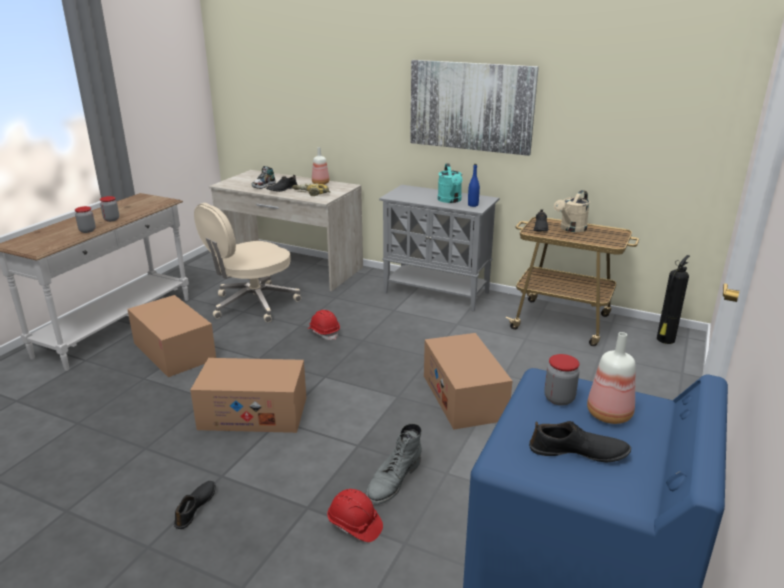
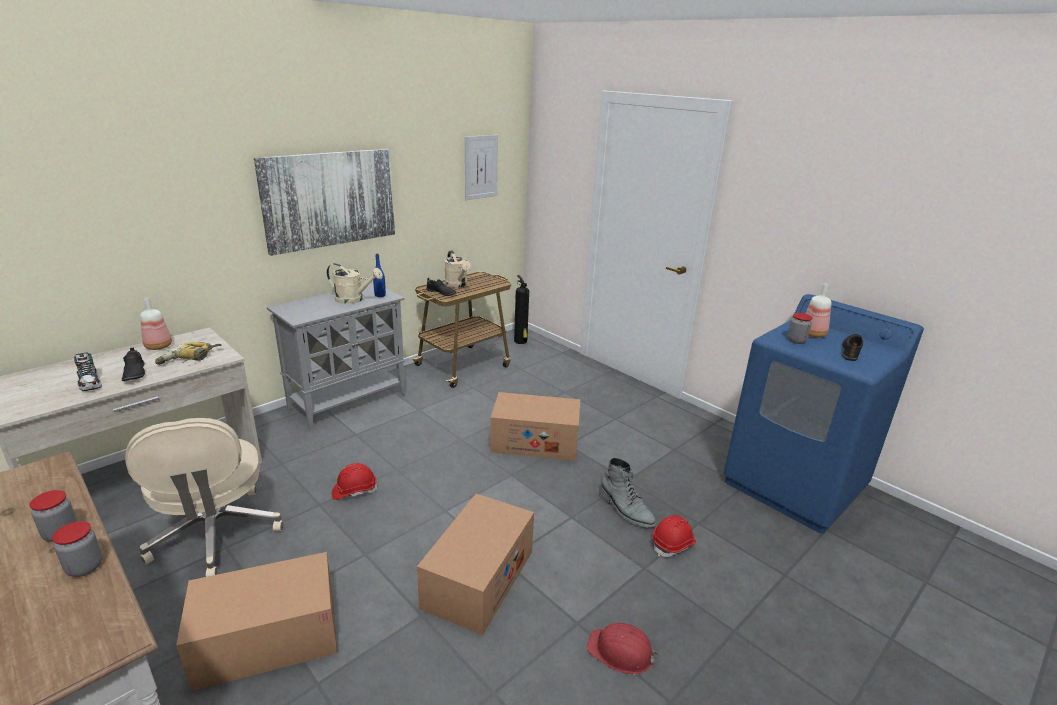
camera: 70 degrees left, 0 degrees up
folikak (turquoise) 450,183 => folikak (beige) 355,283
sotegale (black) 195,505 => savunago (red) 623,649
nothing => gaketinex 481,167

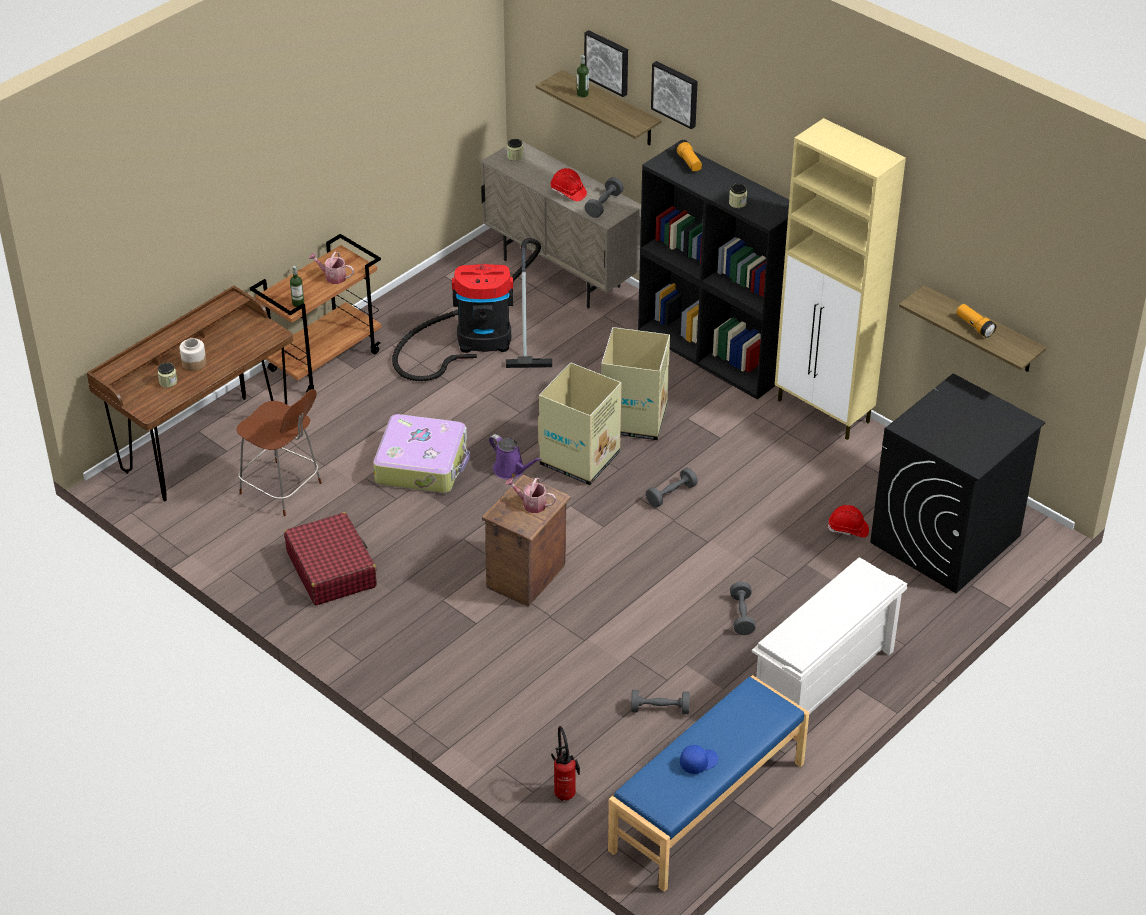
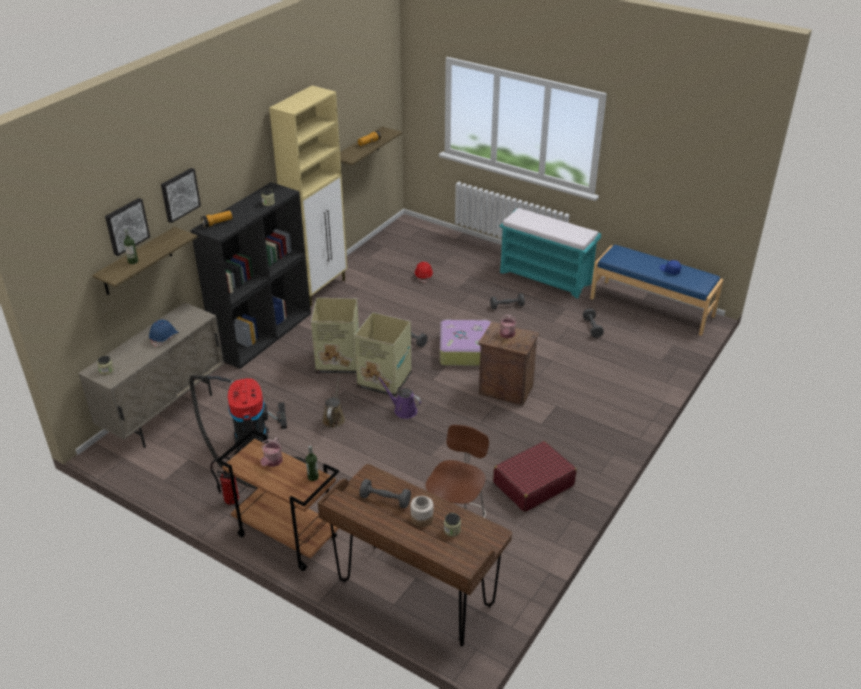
camera: 100 degrees left, 5 degrees down
savunago (red) 568,184 => savunago (blue) 163,333
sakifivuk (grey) 604,197 => sakifivuk (grey) 385,493, shifted
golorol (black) 957,483 => nothing
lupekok 421,453 => lupekok 465,343, shifted
folikak (purple) 515,456 => folikak (purple) 399,398, 90 degrees counterclockwise
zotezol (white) 829,636 => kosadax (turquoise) 550,253
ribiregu 565,763 => ribiregu 224,480, shifted
nothing => folikak (brown) 333,402

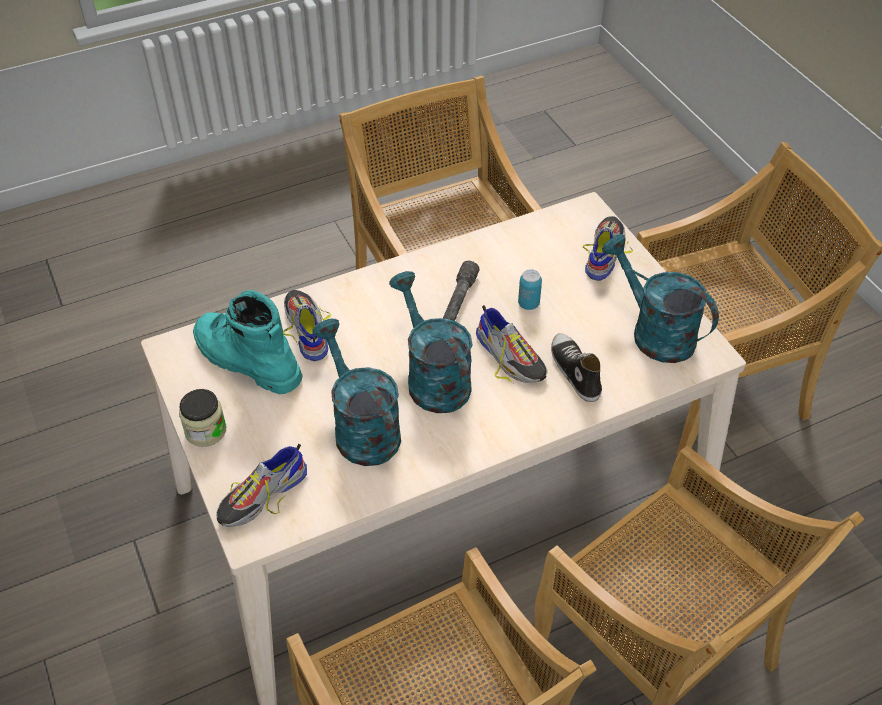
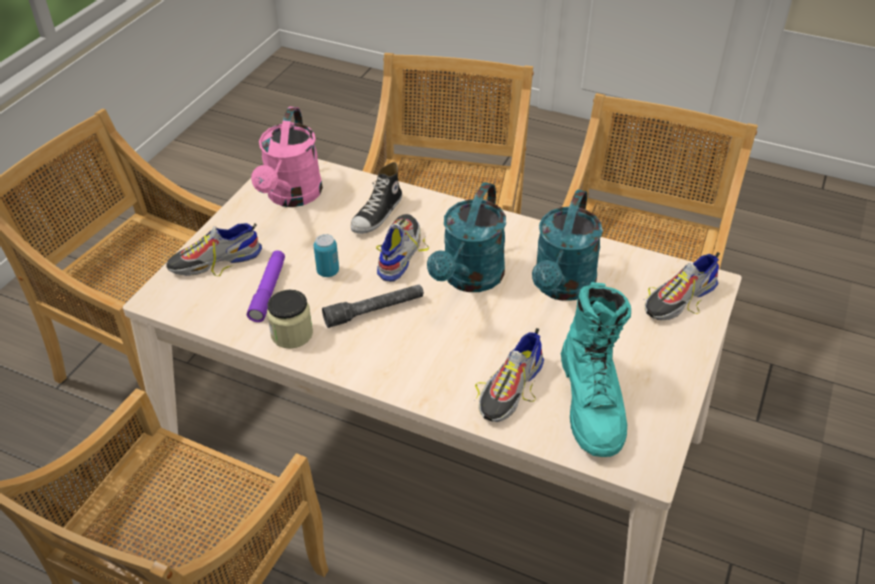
camera: 130 degrees left, 5 degrees down
folikak (turquoise) 660,298 => folikak (pink) 287,157
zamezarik 202,418 => zamezarik 290,319, shifted
sotegale 261,485 => sotegale 682,286, 135 degrees clockwise
nothing => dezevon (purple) 266,286

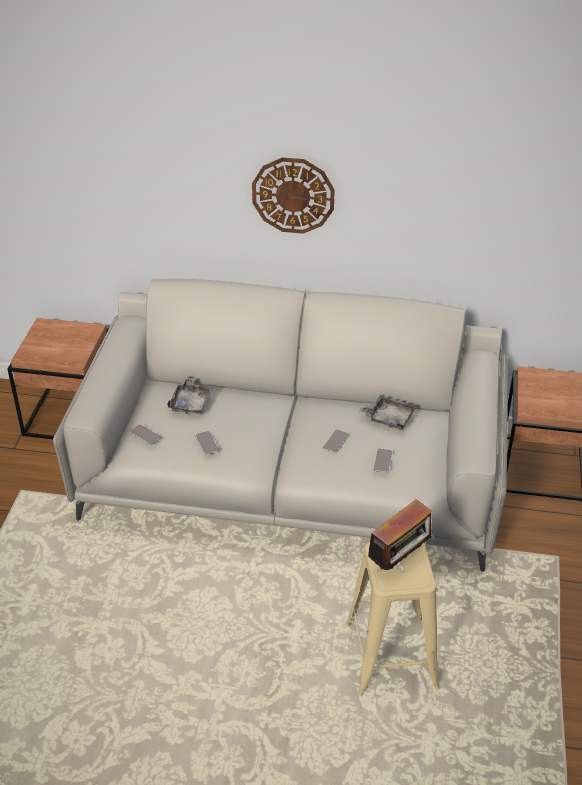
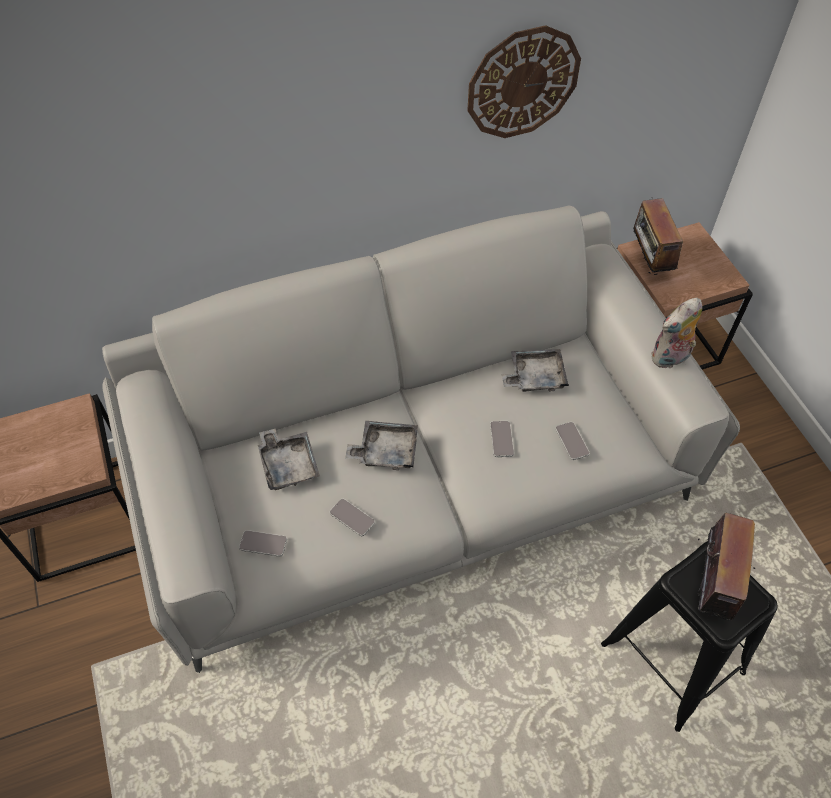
camera: 30 degrees left, 15 degrees up
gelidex 293,195 => gelidex 524,81, shifted
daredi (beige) 392,619 => daredi (black) 689,636
nothing => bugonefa 654,237
nothing => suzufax 676,333
nothing => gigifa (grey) 381,445

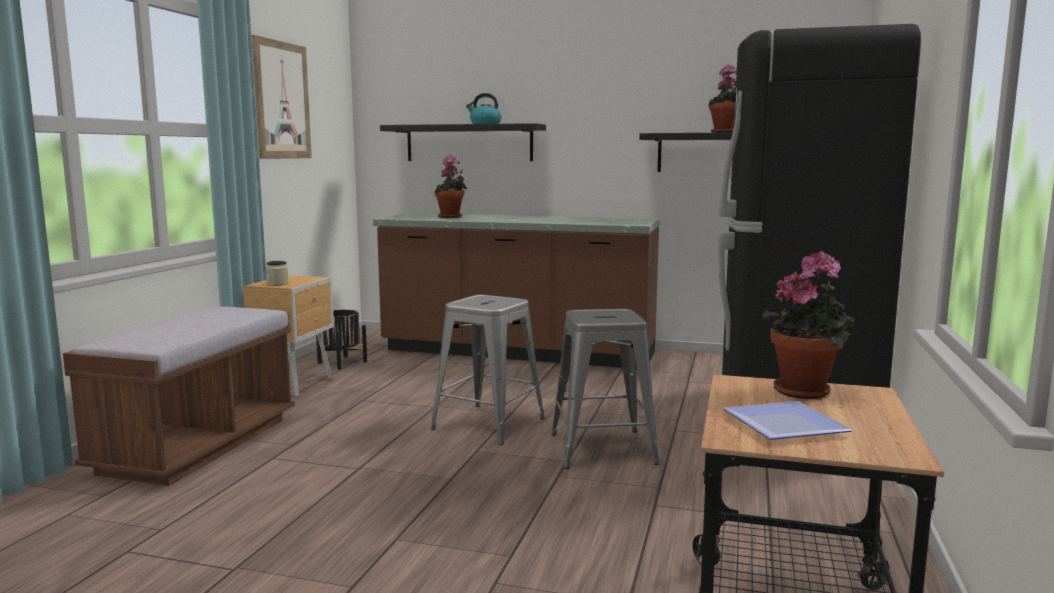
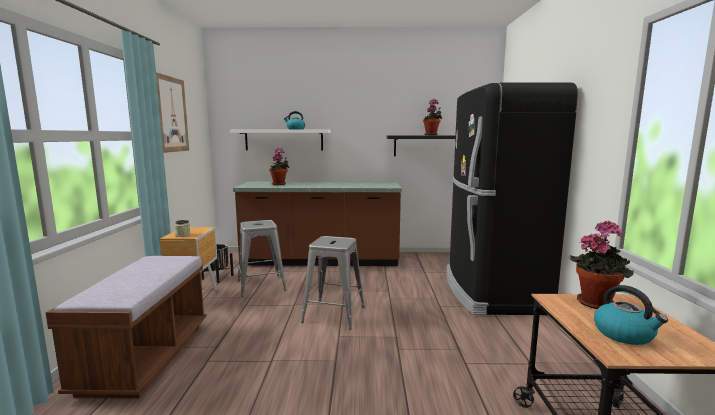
camera: 15 degrees left, 0 degrees up
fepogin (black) 463,142 => fepogin (white) 280,140
daredi (grey) 605,389 => daredi (grey) 262,258, shifted
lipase 788,420 => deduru 631,315

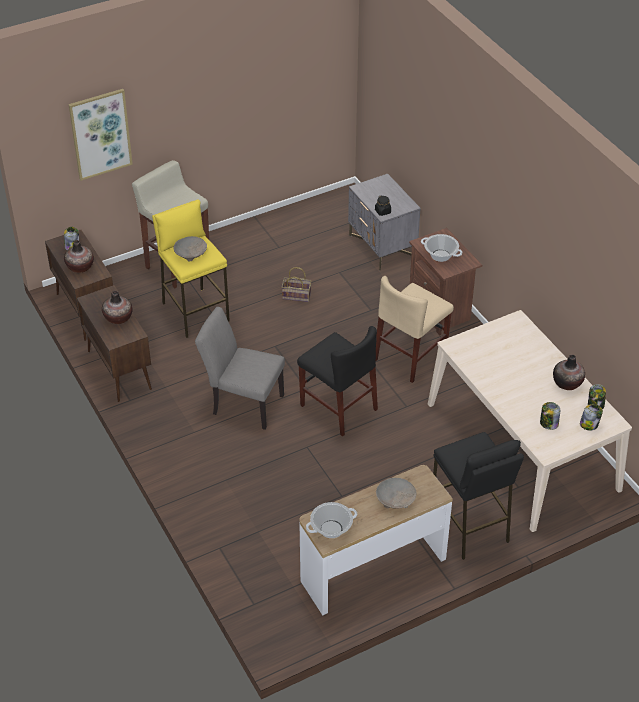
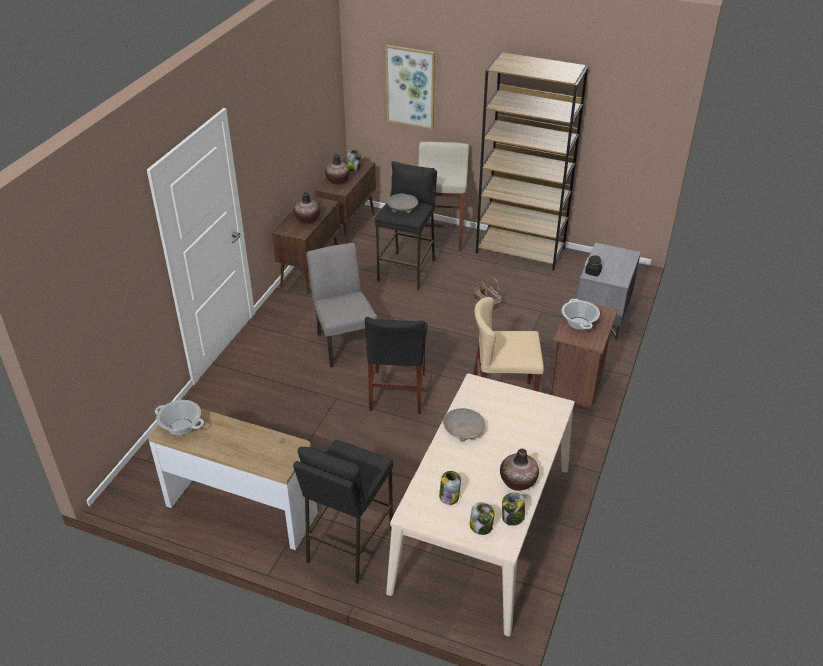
camera: 50 degrees right, 5 degrees down
daredi (yellow) 191,268 => daredi (black) 406,225
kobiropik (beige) 396,493 => kobiropik (beige) 464,425, shifted
nothing => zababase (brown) 532,161

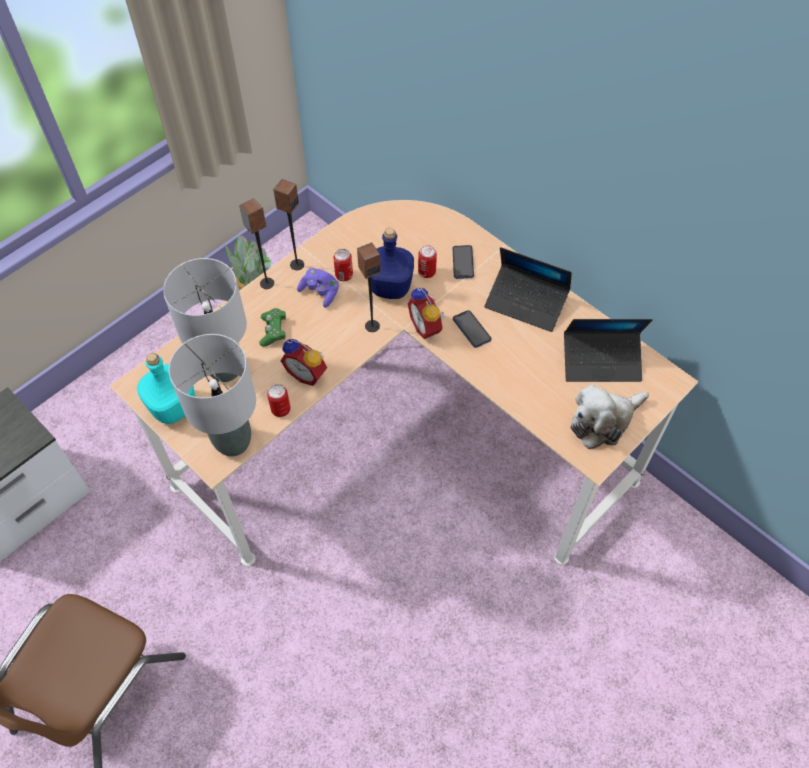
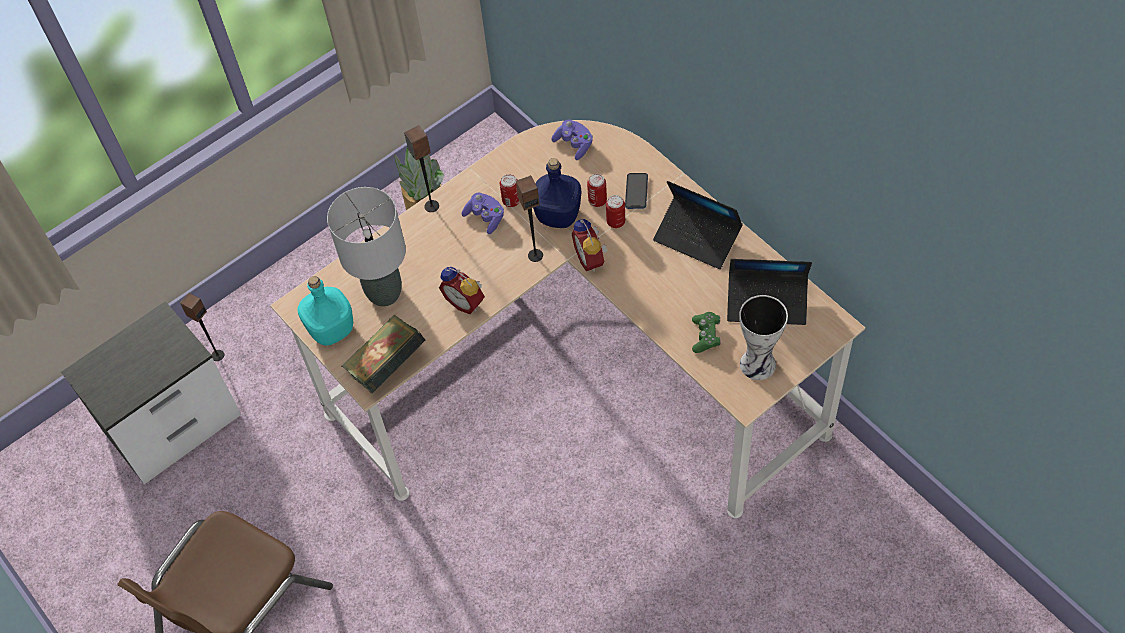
camera: 10 degrees right, 0 degrees up
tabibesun 288,224 => tabibesun 202,327, shifted
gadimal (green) 272,327 => gadimal (green) 706,332, shifted
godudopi 472,329 => nothing
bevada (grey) 212,395 => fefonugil 383,354
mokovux 279,400 => mokovux 615,211, shifted
suzufax 609,416 => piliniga 763,337
nothing => gadimal (purple) 572,139

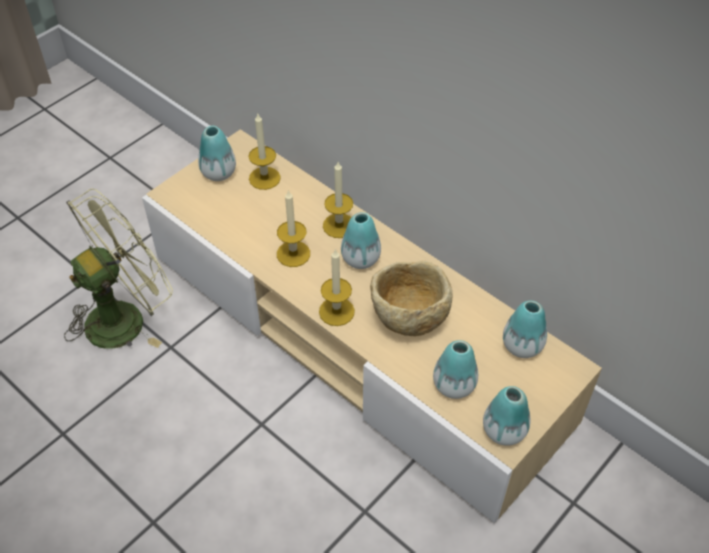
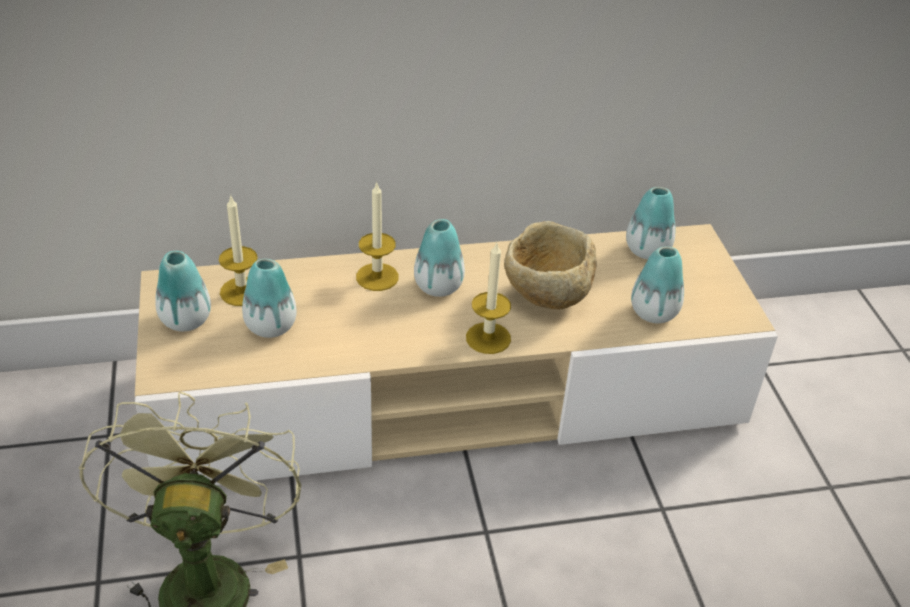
camera: 55 degrees left, 10 degrees down
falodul 293,228 => nothing
piliniga 506,416 => piliniga 269,298, shifted

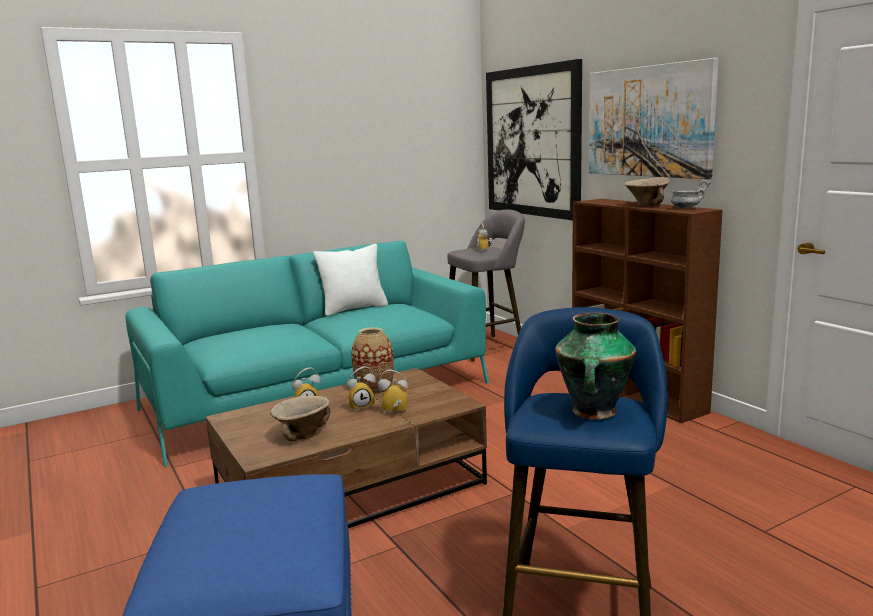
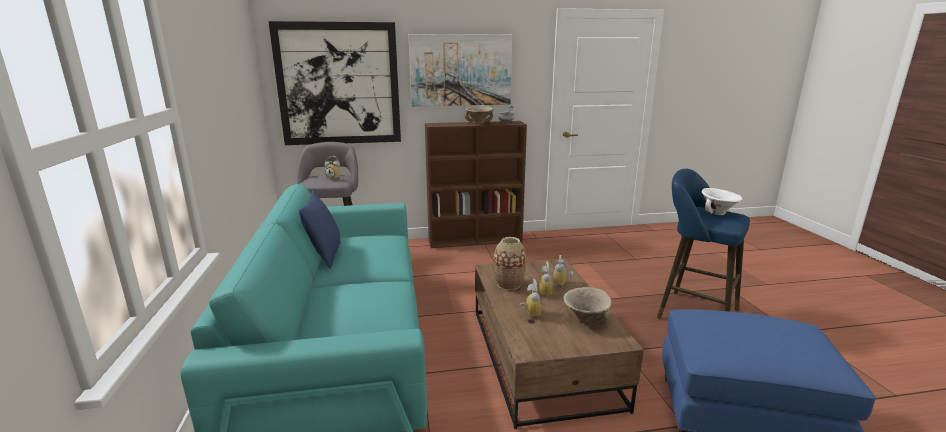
camera: 70 degrees left, 5 degrees up
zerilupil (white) 350,280 => zerilupil (blue) 320,229
piliniga 595,366 => kobiropik (white) 721,201

